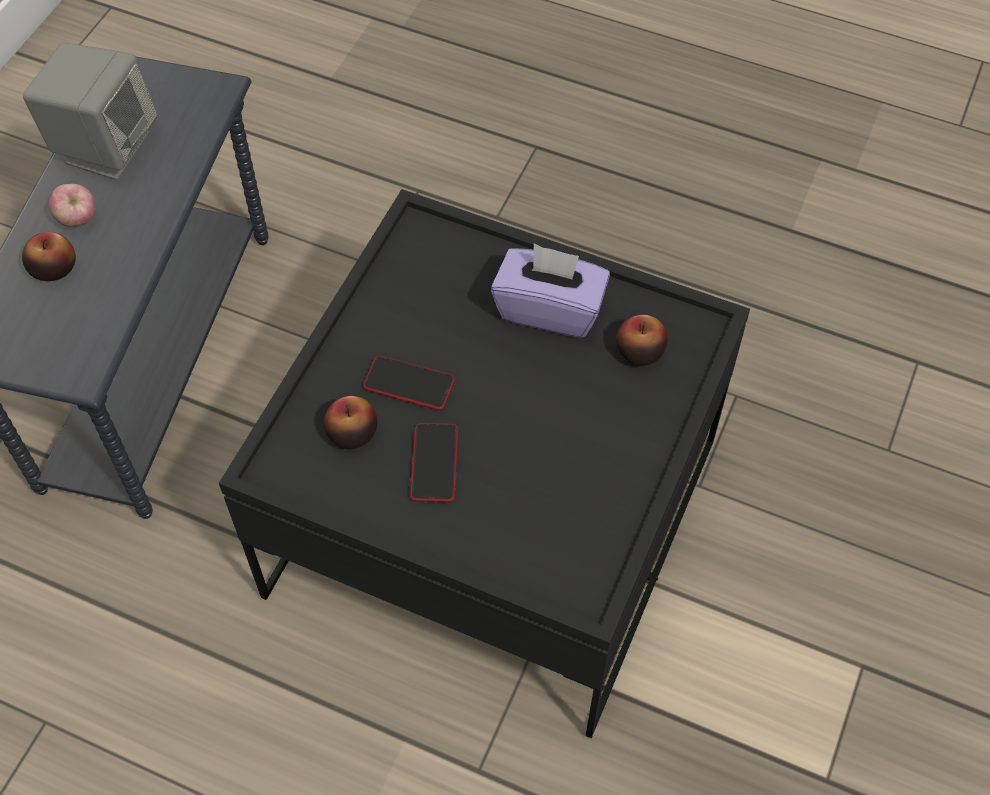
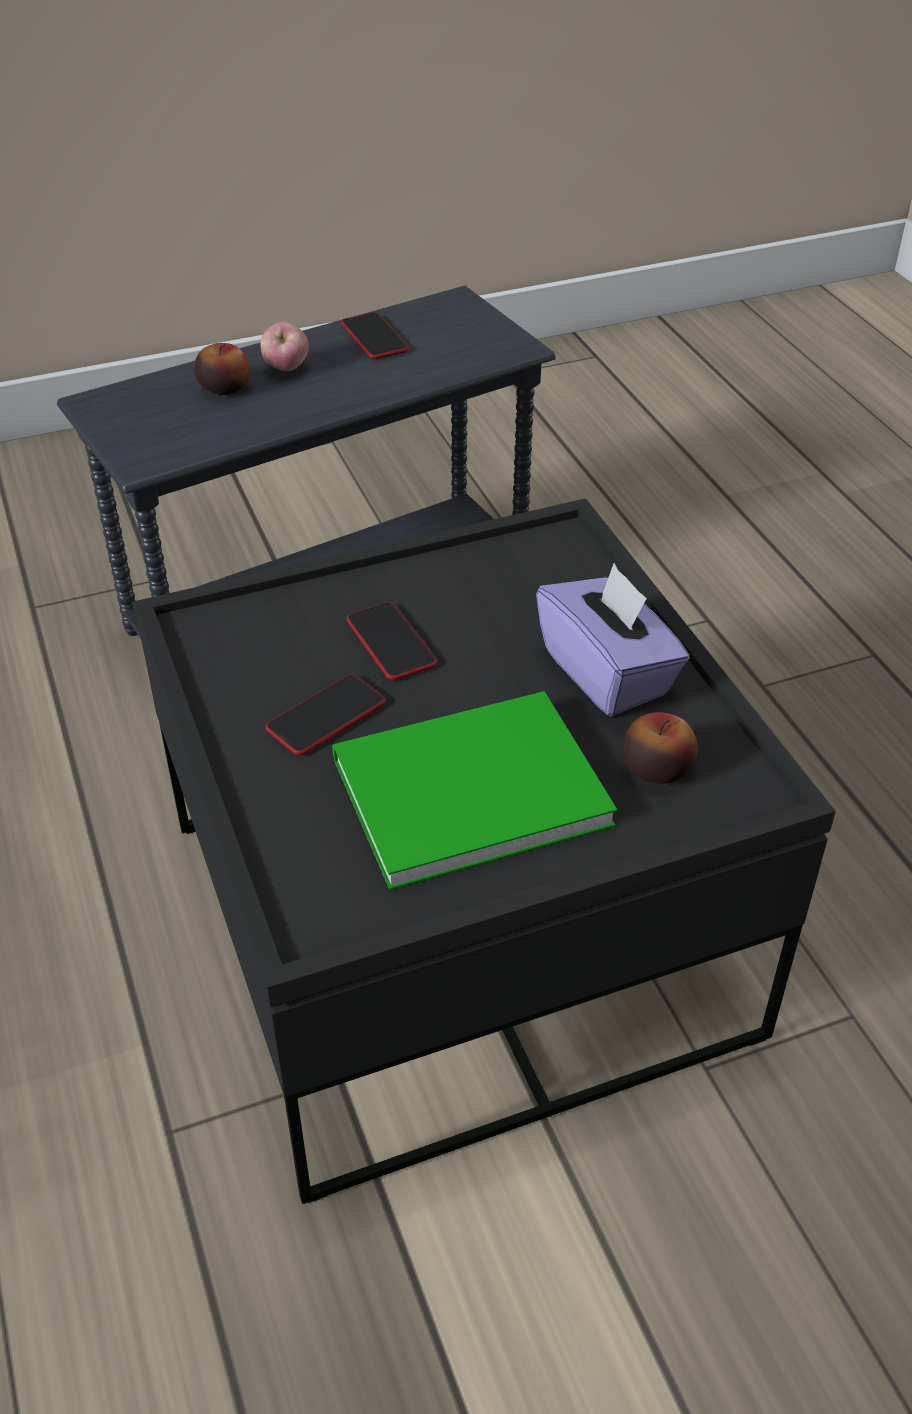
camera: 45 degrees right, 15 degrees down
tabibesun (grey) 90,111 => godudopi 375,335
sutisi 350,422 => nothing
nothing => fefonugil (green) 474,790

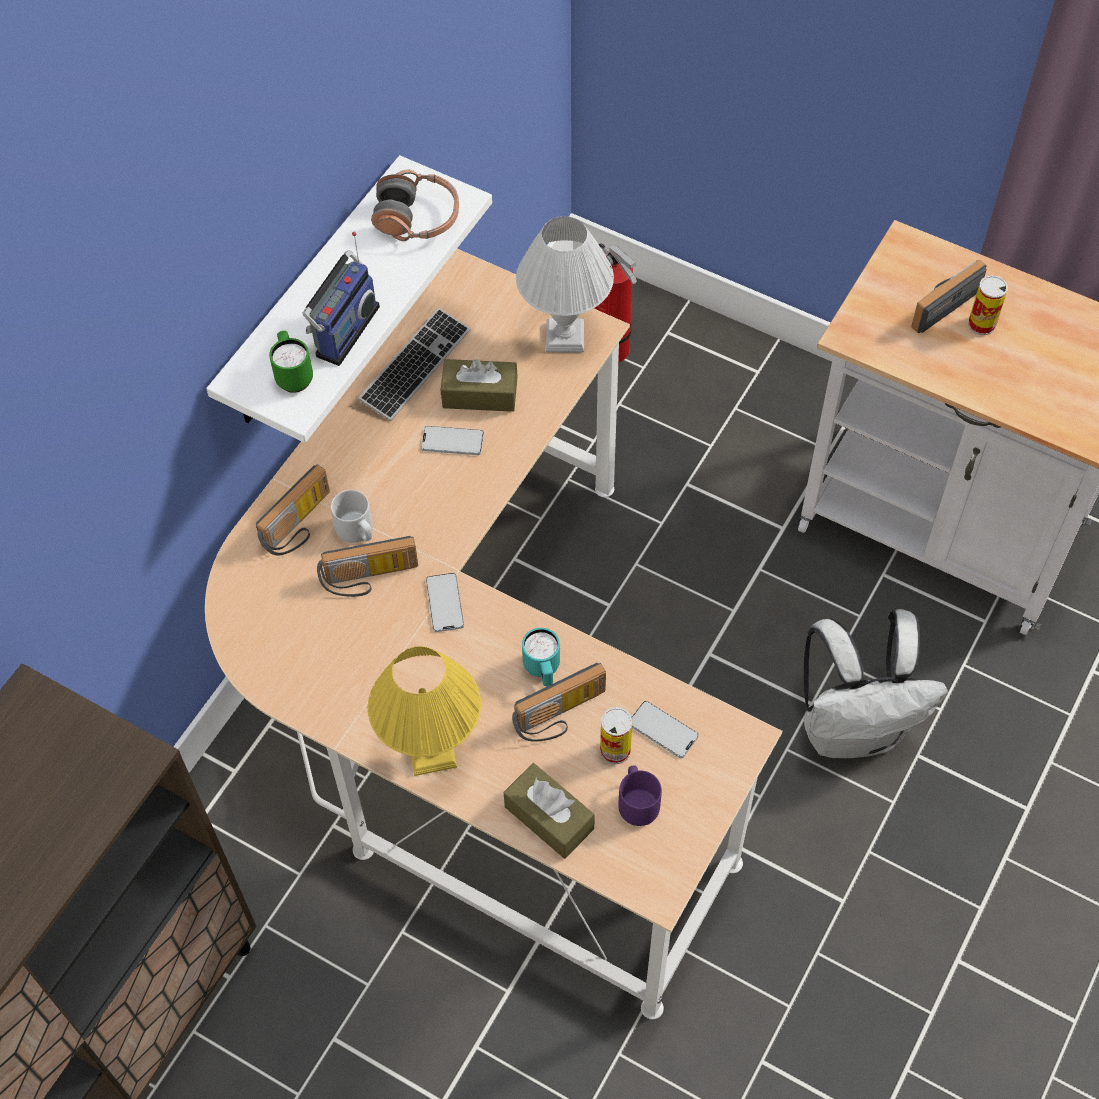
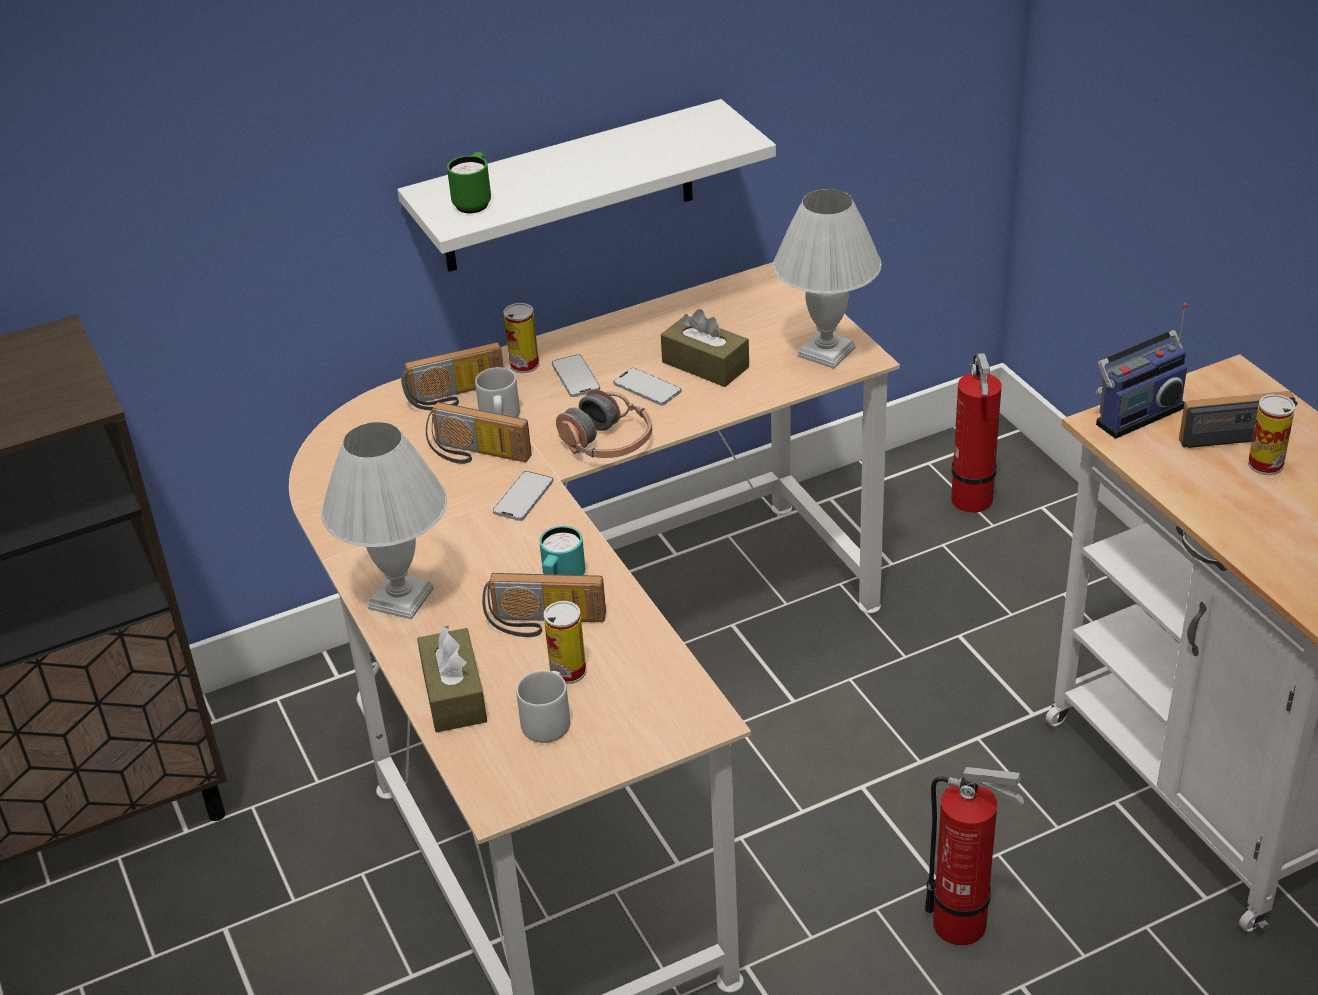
camera: 35 degrees right, 20 degrees down
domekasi 415,205 => domekasi 604,424, shifted
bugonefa 341,299 => bugonefa 1141,371, shifted
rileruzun 414,364 => nothing
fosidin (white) 876,684 => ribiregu 974,856
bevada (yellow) 424,711 => bevada (white) 384,521
godudopi 665,729 => godudopi 576,375, shifted
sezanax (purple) 640,795 => sezanax (grey) 543,706
nothing => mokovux 521,338

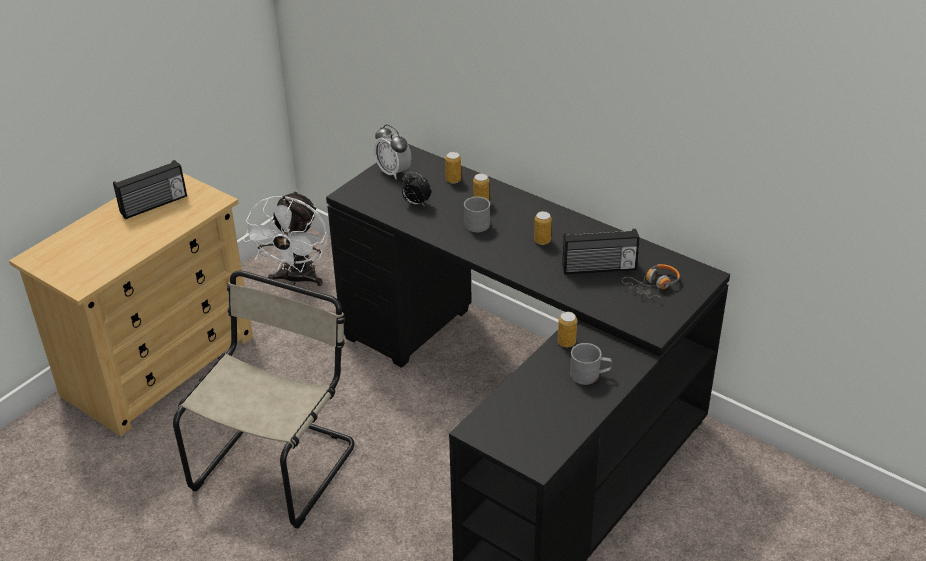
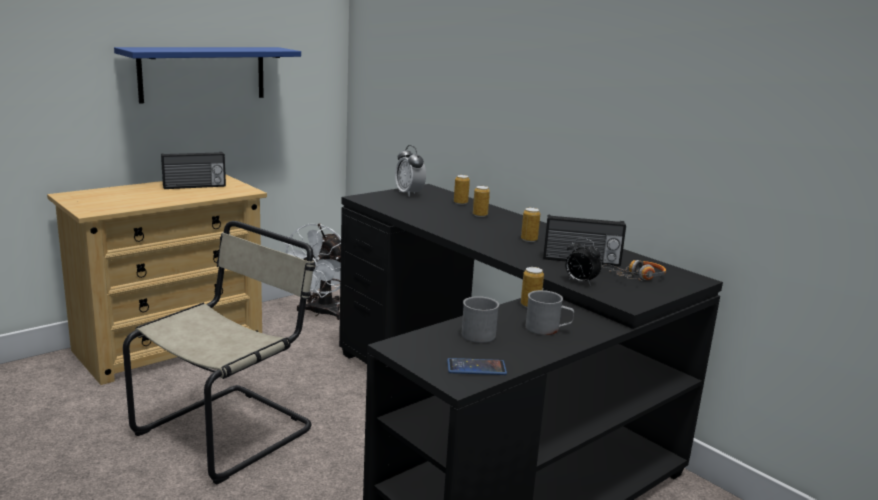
camera: 10 degrees right, 20 degrees down
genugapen 416,189 => genugapen 583,261, shifted
sezanax (grey) 477,214 => sezanax (grey) 480,319, shifted
nothing => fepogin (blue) 207,75
nothing => godudopi 477,366

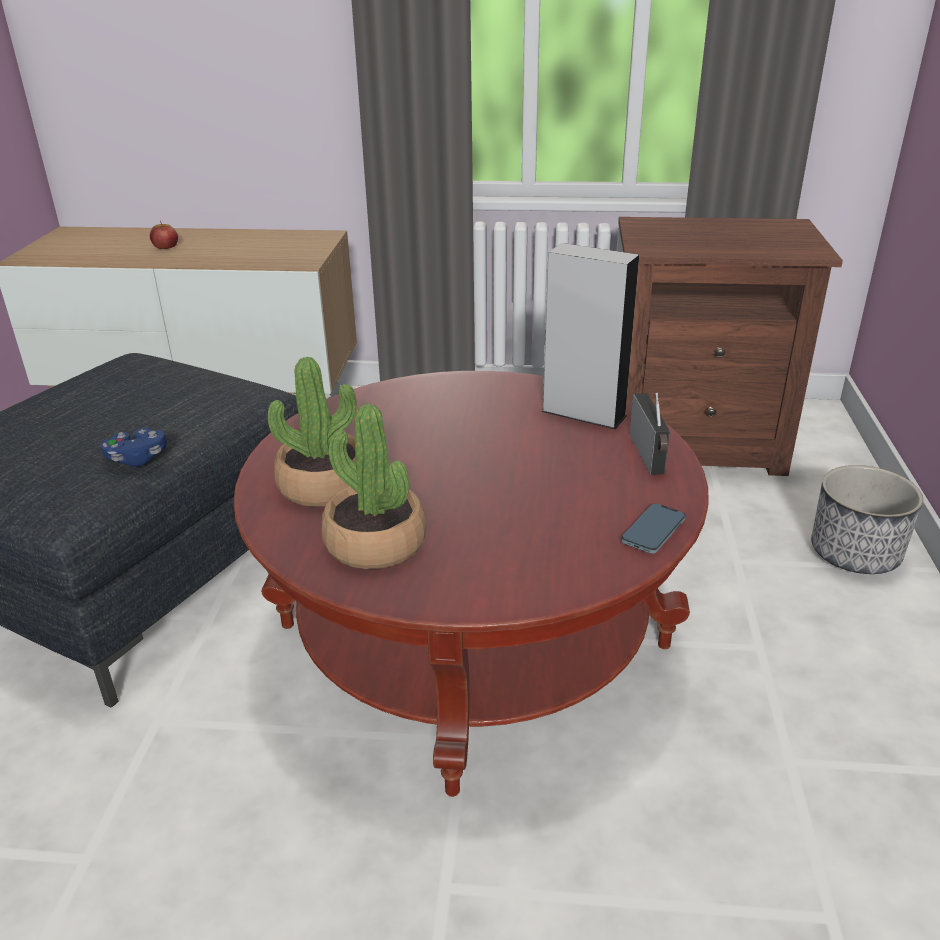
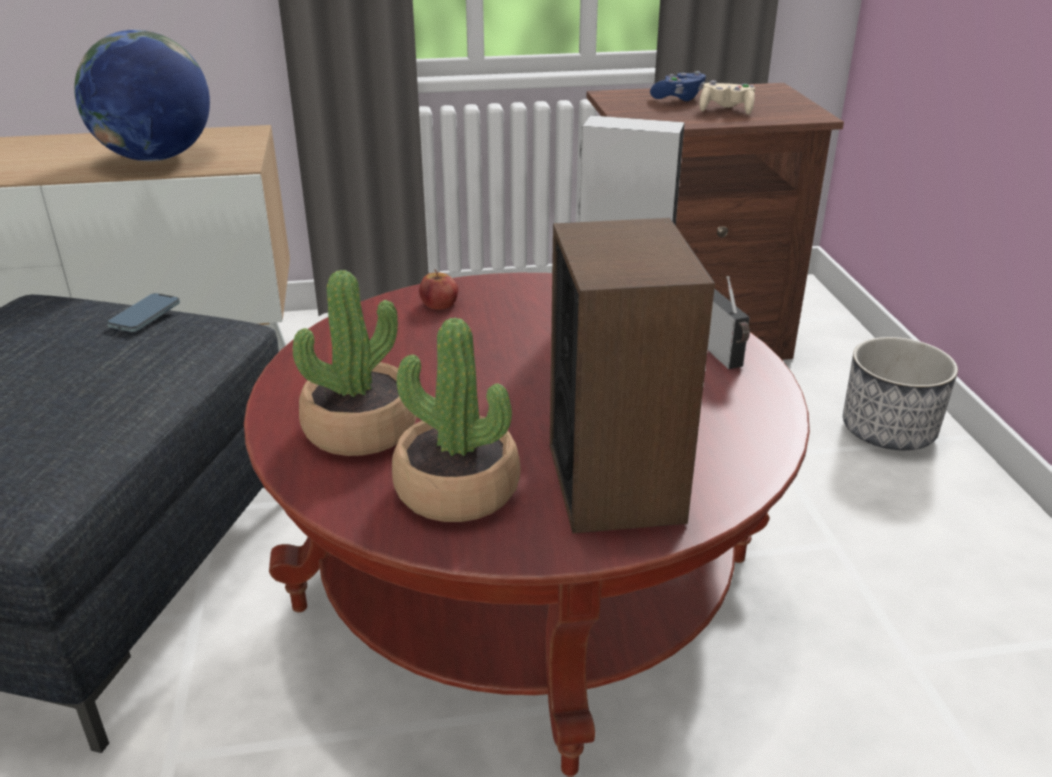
camera: 15 degrees left, 0 degrees up
sutisi 164,235 => sutisi 438,289, shifted
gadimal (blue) 134,447 => gadimal (blue) 678,86, shifted
godudopi 653,529 => godudopi 143,312, shifted
nothing => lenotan 142,95
nothing => gadimal (beige) 727,97
nothing => tabibesun 632,376

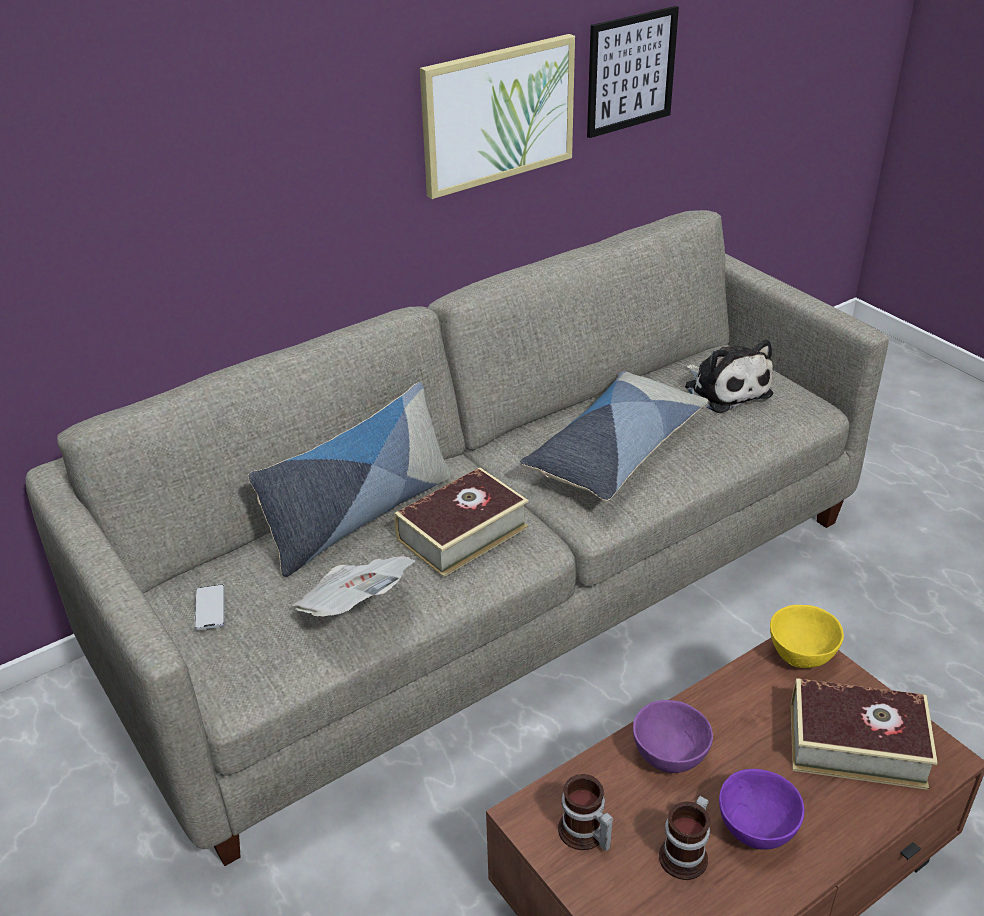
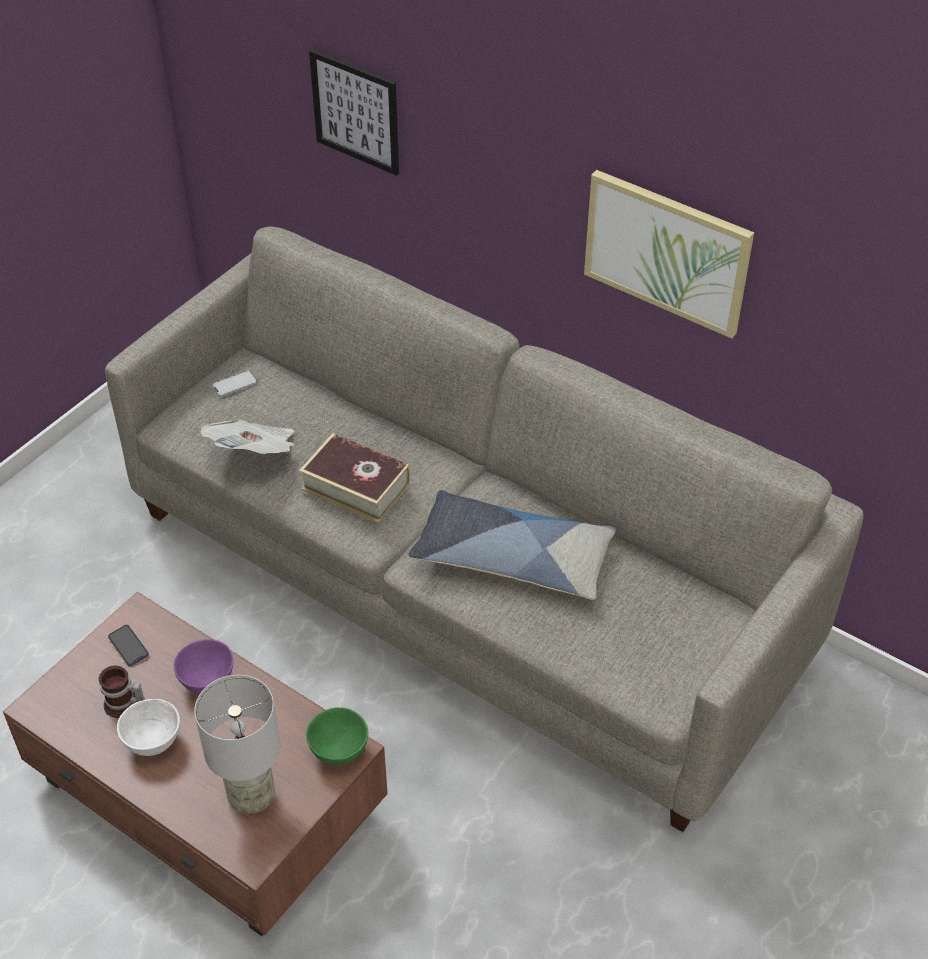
camera: 70 degrees right, 10 degrees up
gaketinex 633,72 => gaketinex 354,112, shifted
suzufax 729,376 => nothing
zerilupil 349,479 => nothing
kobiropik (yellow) 807,636 => kobiropik (green) 337,736
fefonugil 864,734 => bevada (grey) 237,744
kobiropik (purple) 761,809 => kobiropik (white) 148,727
sezanax 585,812 => godudopi 128,645

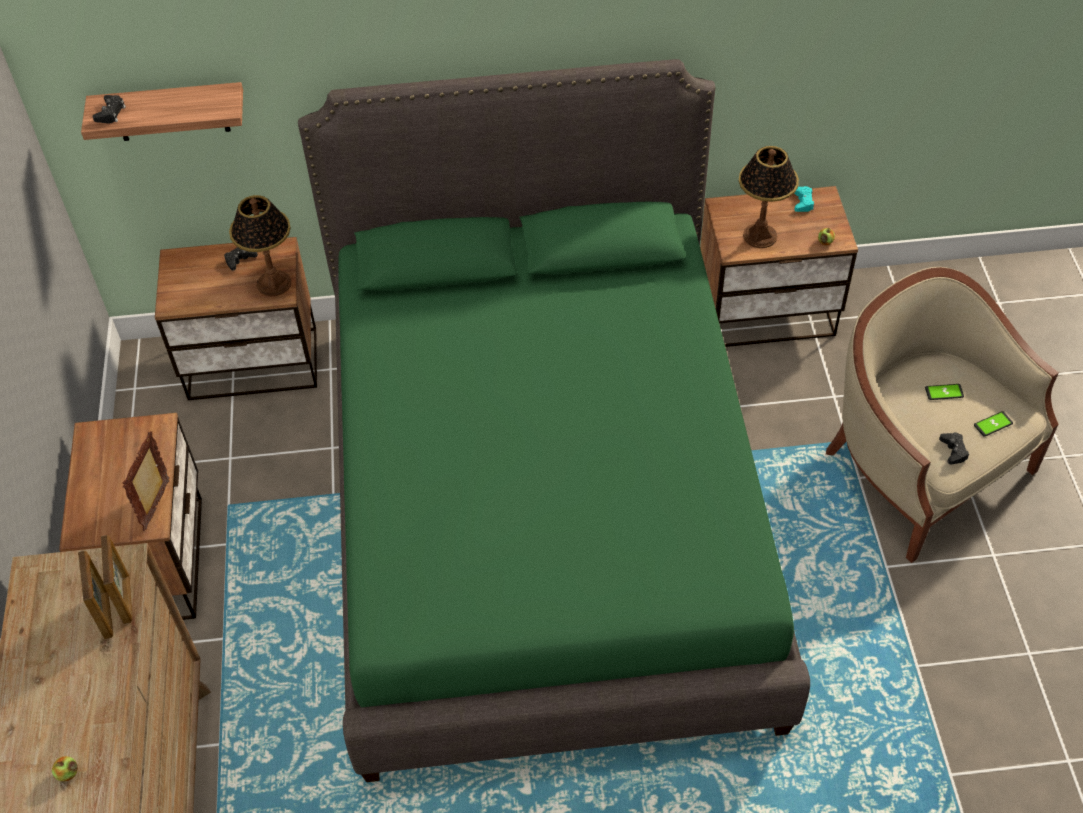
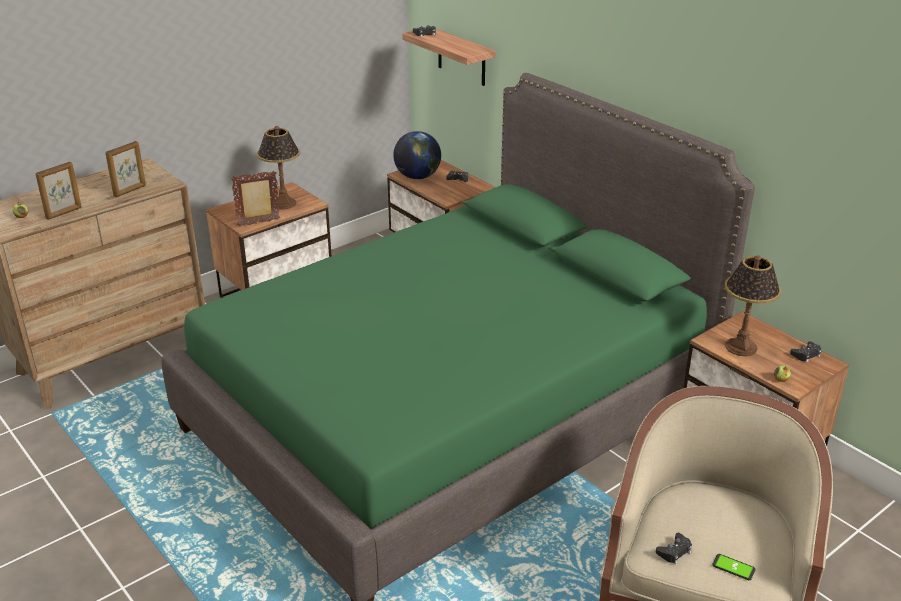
camera: 55 degrees right, 20 degrees down
gadimal (turquoise) 804,199 => gadimal (black) 806,352
bevada 260,245 => bevada 278,167, shifted
godudopi 944,392 => nothing
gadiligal 116,579 => gadiligal 58,191, shifted
nothing => lenotan 417,155

